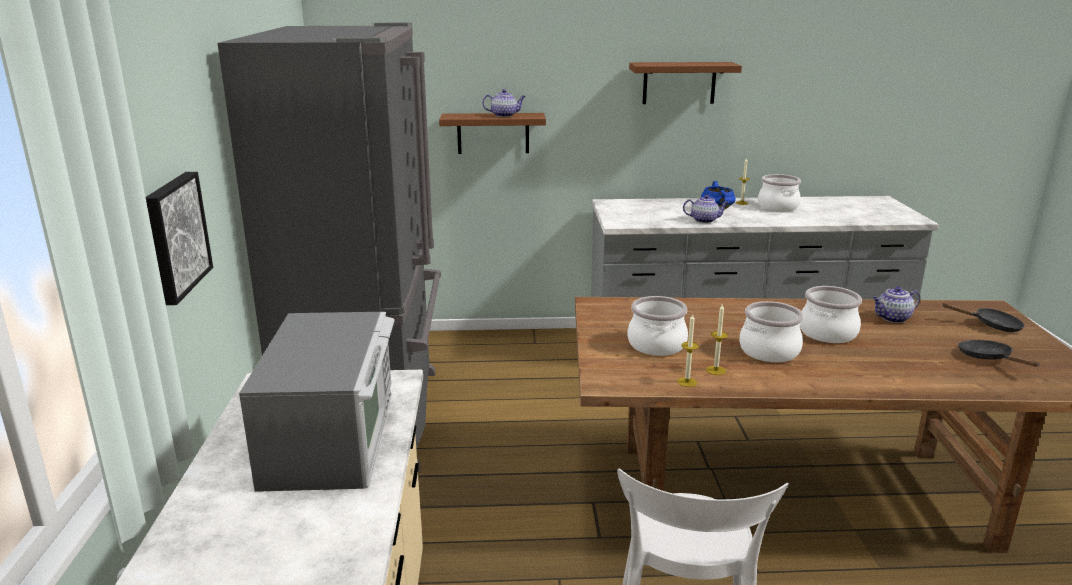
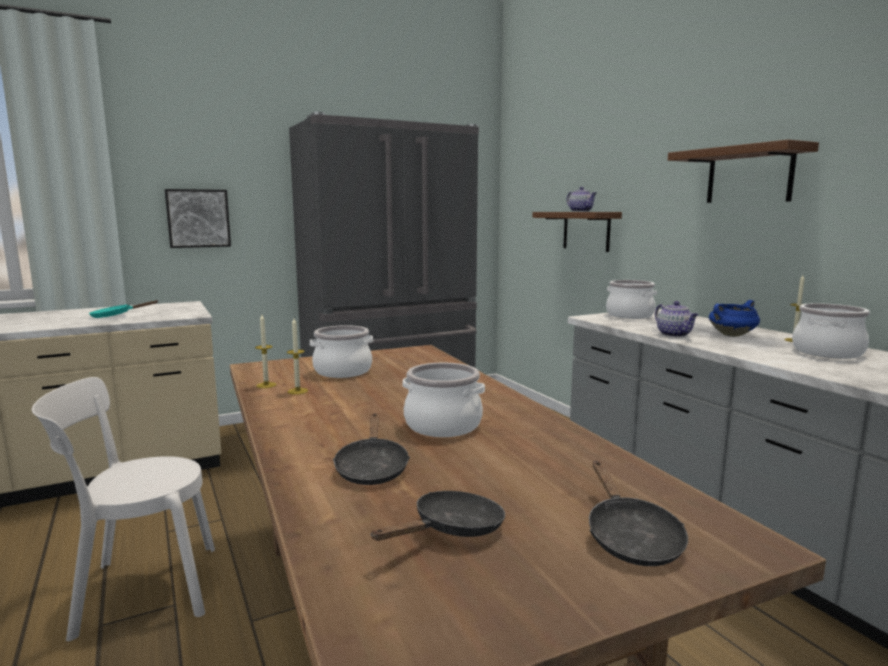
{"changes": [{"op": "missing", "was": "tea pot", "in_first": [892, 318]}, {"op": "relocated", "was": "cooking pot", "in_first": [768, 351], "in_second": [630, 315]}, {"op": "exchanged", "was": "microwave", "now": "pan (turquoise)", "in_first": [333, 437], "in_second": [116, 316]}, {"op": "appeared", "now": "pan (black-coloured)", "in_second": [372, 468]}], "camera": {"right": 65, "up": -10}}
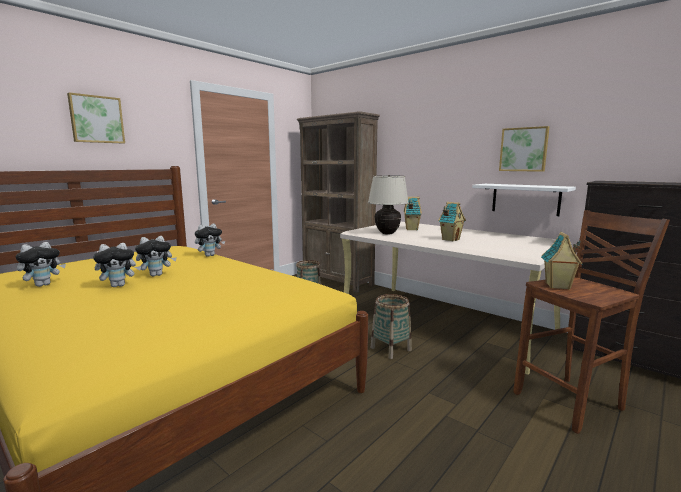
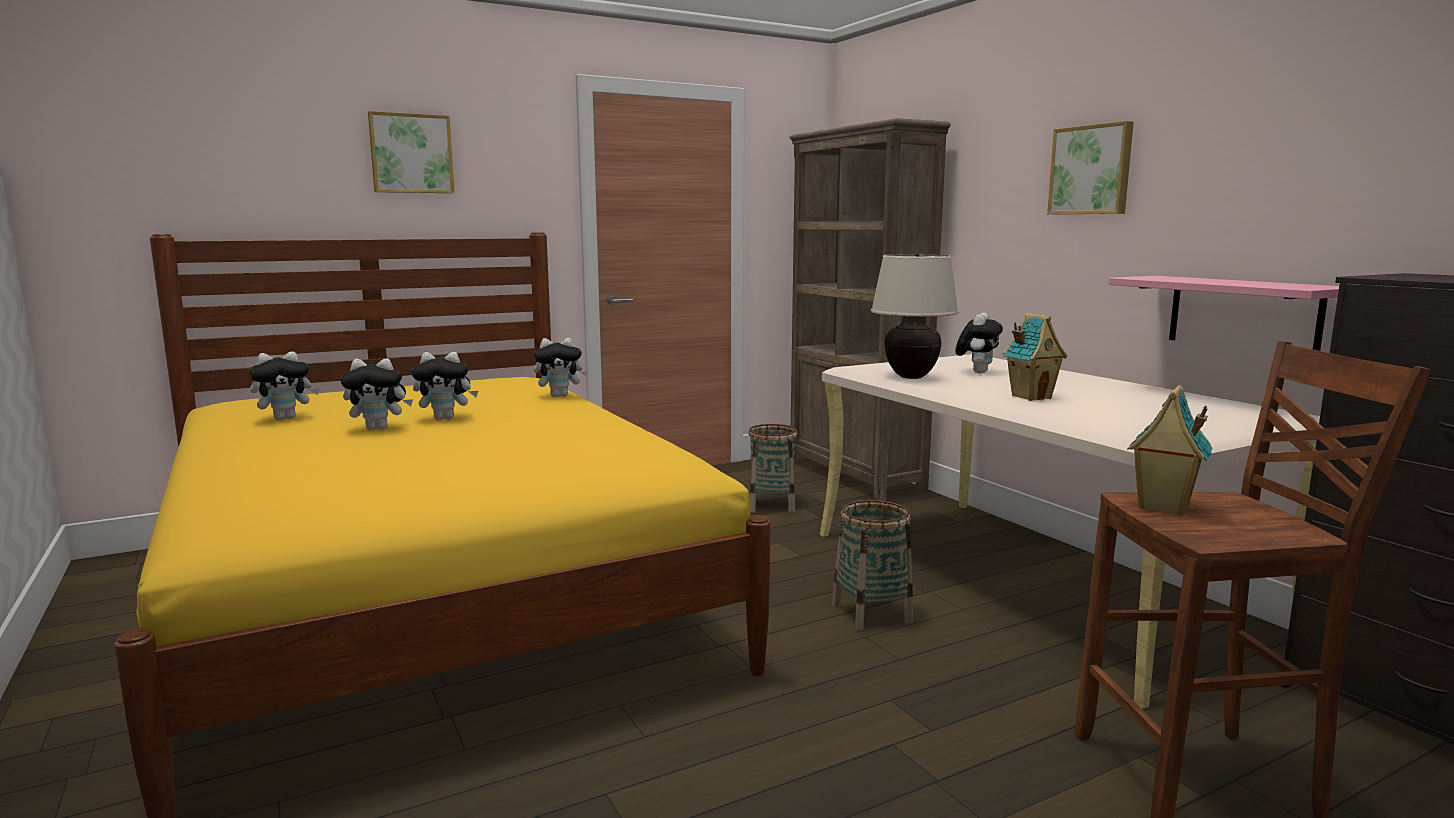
{"changes": [{"op": "relocated", "was": "wall art", "in_first": [523, 149], "in_second": [1091, 170]}, {"op": "colour", "was": "shelf (white-coloured)", "now": "shelf (pinkish)", "in_first": [525, 199], "in_second": [1243, 314]}, {"op": "exchanged", "was": "toy house", "now": "plush toy", "in_first": [411, 229], "in_second": [977, 372]}], "camera": {"right": 20, "up": 0}}
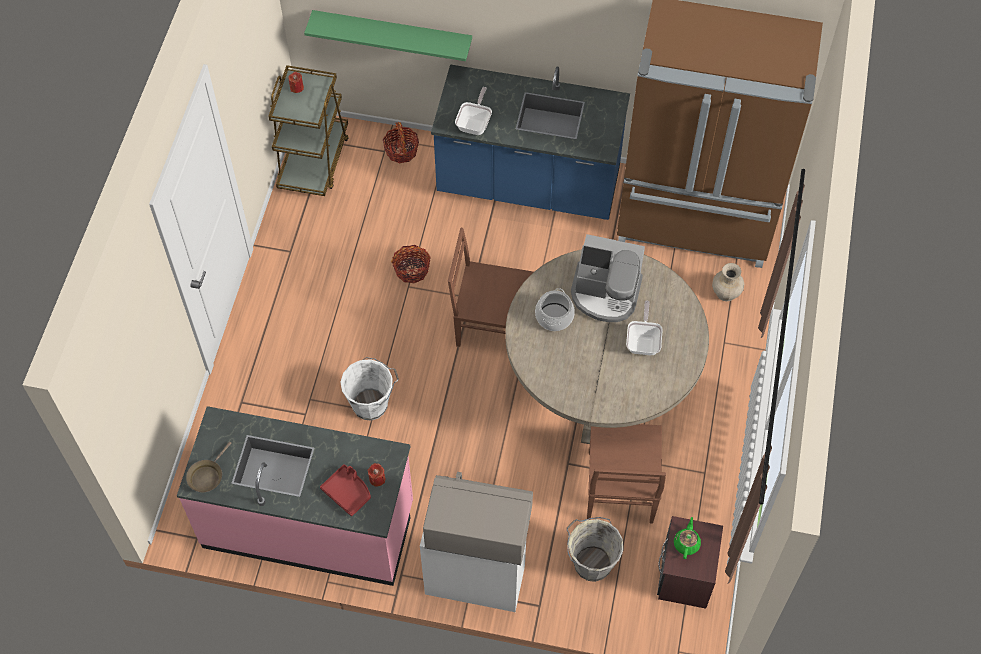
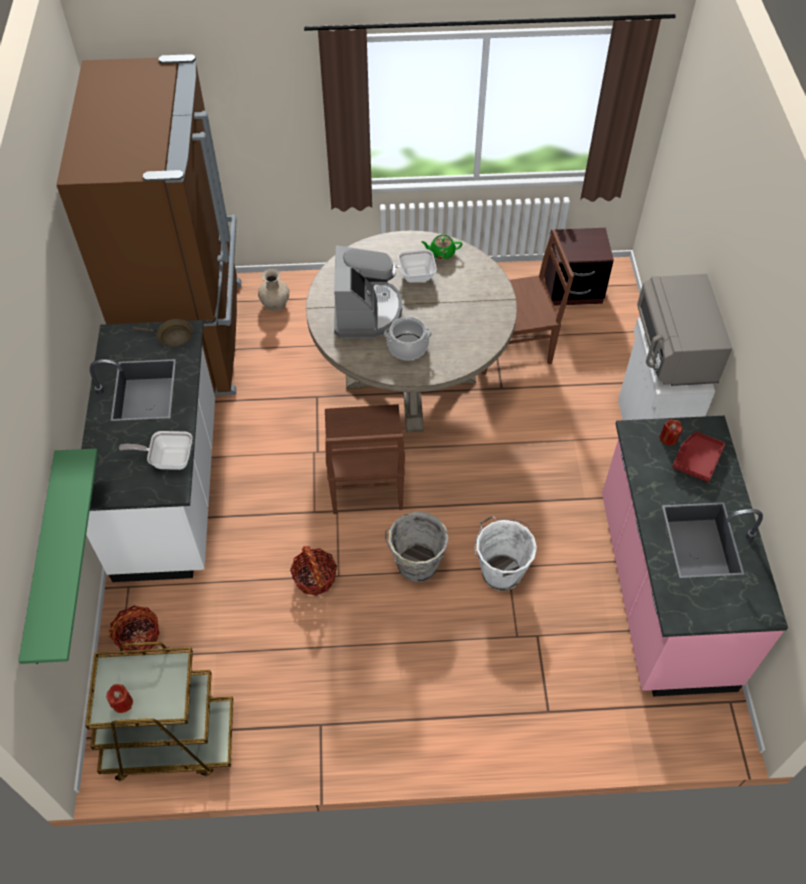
{"changes": [{"op": "colour", "was": "kitchen base unit (blue-coloured)", "now": "kitchen base unit (white-coloured)", "in_first": [528, 184], "in_second": [170, 489]}, {"op": "relocated", "was": "pan (brown-coloured)", "in_first": [207, 476], "in_second": [172, 337]}, {"op": "relocated", "was": "bucket (grey)", "in_first": [591, 562], "in_second": [416, 566]}, {"op": "relocated", "was": "tea pot (greenish)", "in_first": [686, 543], "in_second": [441, 253]}], "camera": {"right": -105, "up": -5}}
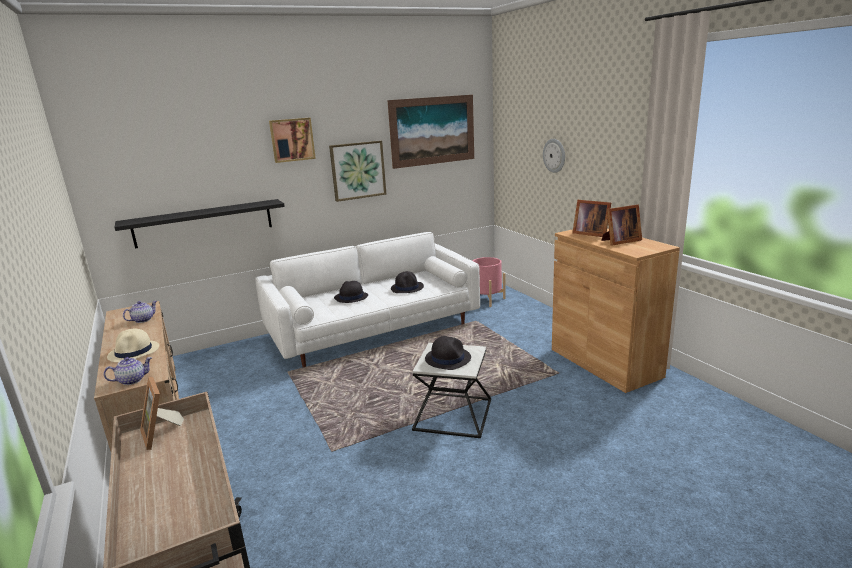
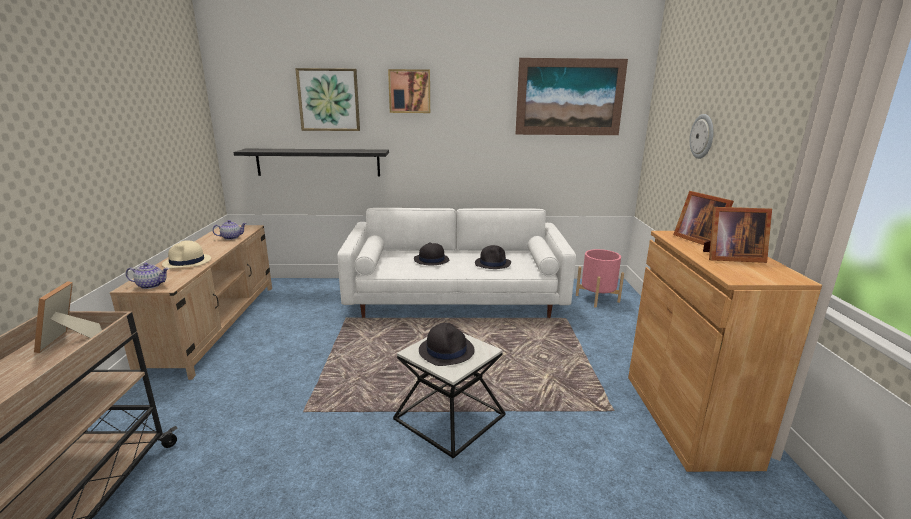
{"changes": [{"op": "relocated", "was": "wall art", "in_first": [358, 170], "in_second": [329, 100]}], "camera": {"right": 25, "up": 0}}
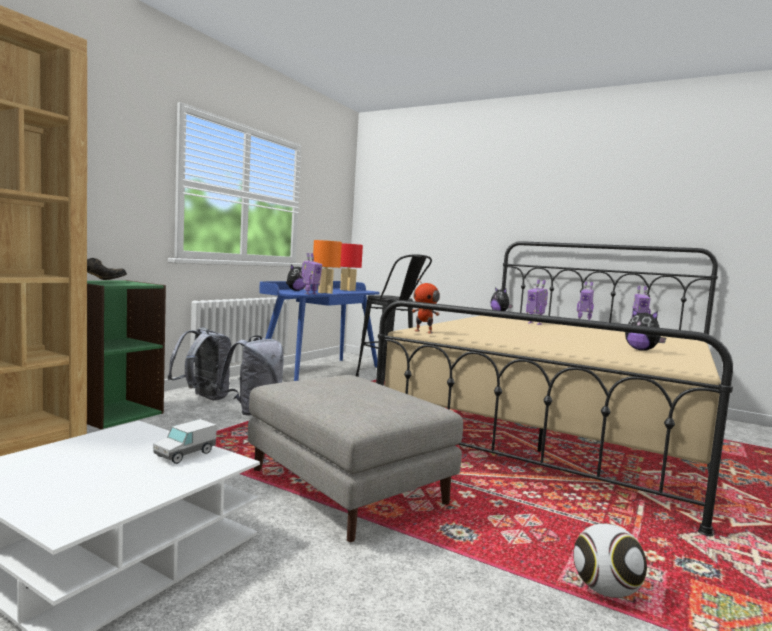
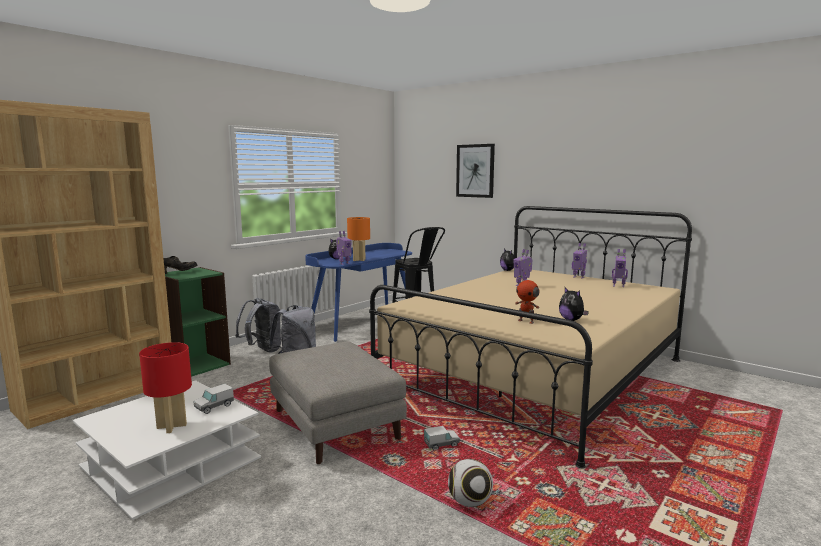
{"changes": [{"op": "relocated", "was": "tabletop lamp (reddish)", "in_first": [348, 290], "in_second": [172, 426]}, {"op": "relocated", "was": "toy robot", "in_first": [424, 332], "in_second": [526, 321]}, {"op": "appeared", "now": "wall art", "in_second": [475, 171]}, {"op": "appeared", "now": "toy truck", "in_second": [441, 445]}], "camera": {"right": 10, "up": 5}}
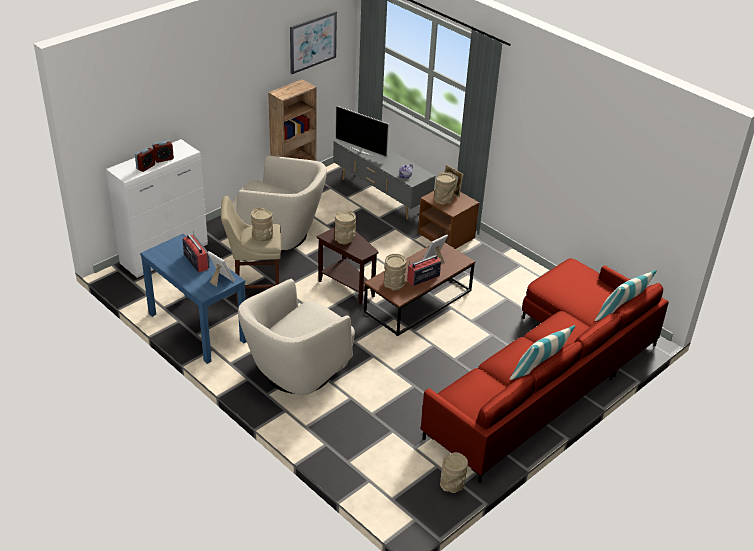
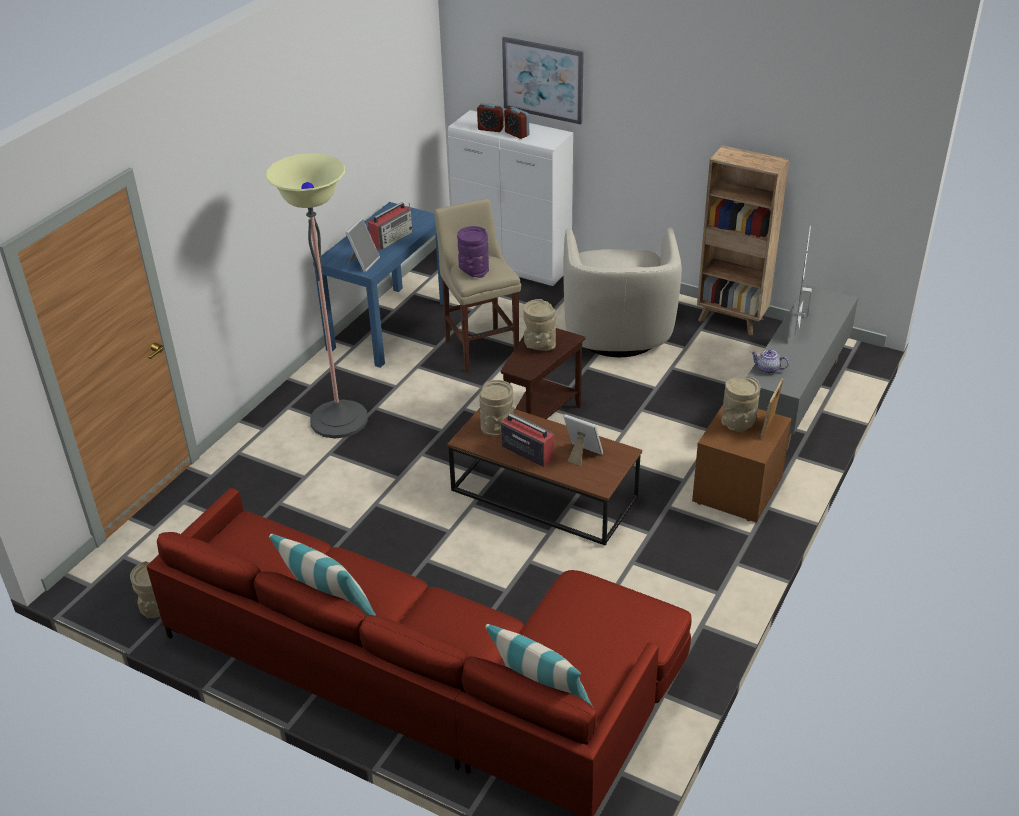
{"changes": [{"op": "relocated", "was": "wall art", "in_first": [313, 42], "in_second": [543, 80]}, {"op": "colour", "was": "decorative vase (sand-coloured)", "now": "decorative vase (purple-coloured)", "in_first": [262, 238], "in_second": [473, 271]}, {"op": "exchanged", "was": "armchair (sand-coloured)", "now": "floor lamp", "in_first": [297, 371], "in_second": [339, 420]}], "camera": {"right": 75, "up": 0}}
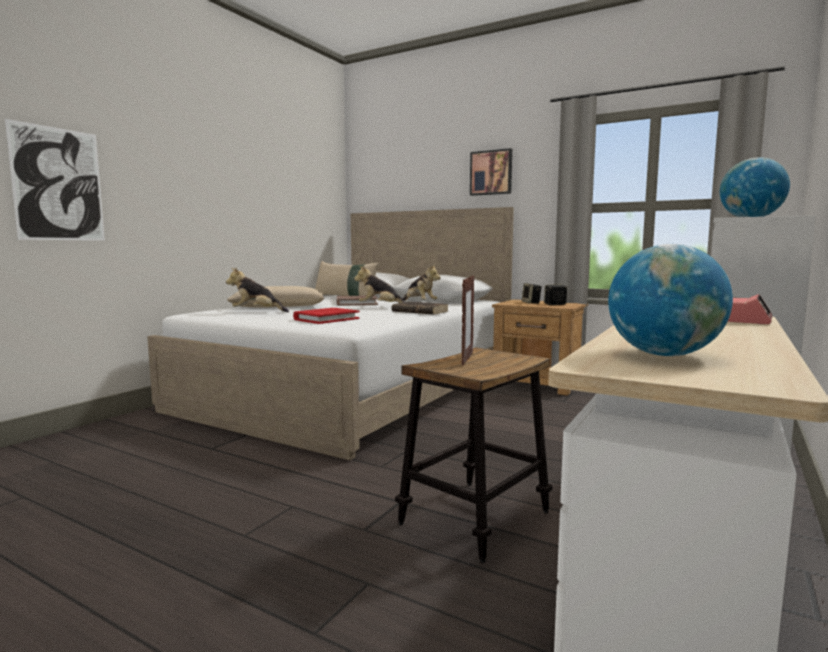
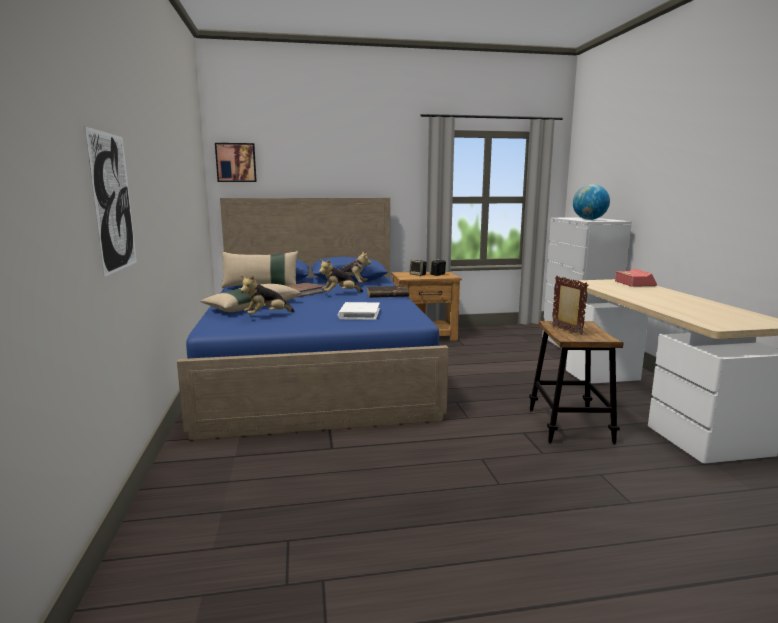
{"changes": [{"op": "relocated", "was": "wall art", "in_first": [491, 172], "in_second": [236, 162]}, {"op": "colour", "was": "sleeping bed (white-coloured)", "now": "sleeping bed (blue-coloured)", "in_first": [355, 389], "in_second": [316, 370]}, {"op": "missing", "was": "globe", "in_first": [663, 355]}, {"op": "colour", "was": "volume (reddish)", "now": "volume (white-coloured)", "in_first": [326, 319], "in_second": [359, 314]}], "camera": {"right": -40, "up": 5}}
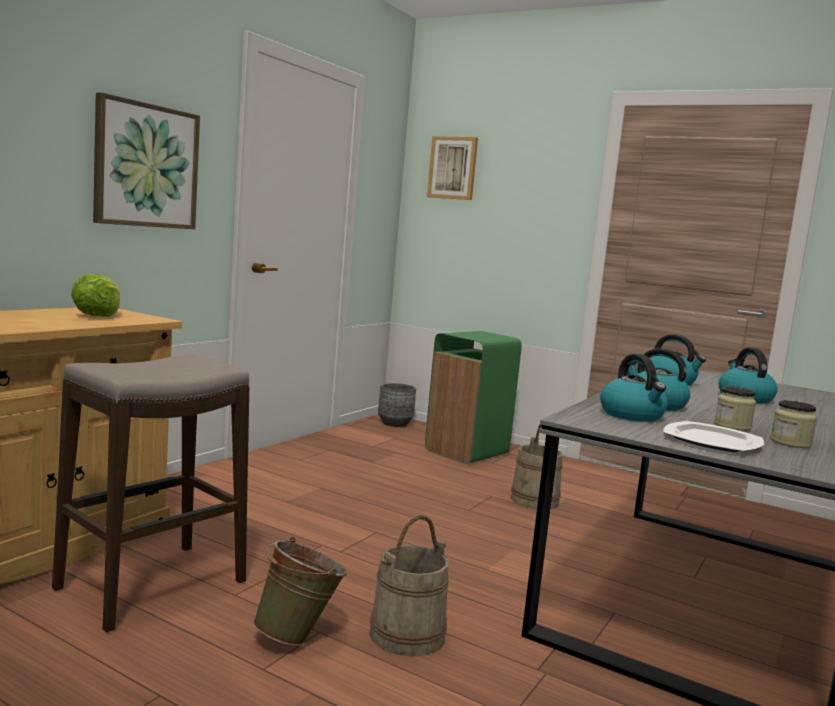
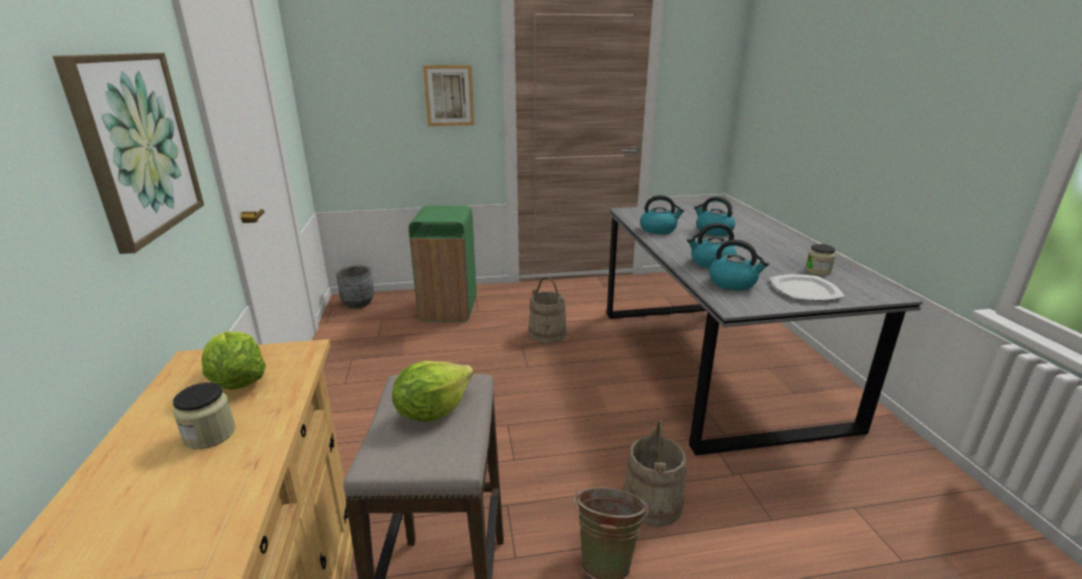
{"changes": [{"op": "relocated", "was": "wall art", "in_first": [453, 168], "in_second": [449, 95]}, {"op": "relocated", "was": "jar", "in_first": [732, 426], "in_second": [210, 434]}, {"op": "appeared", "now": "head of lettuce", "in_second": [432, 410]}], "camera": {"right": -40, "up": 15}}
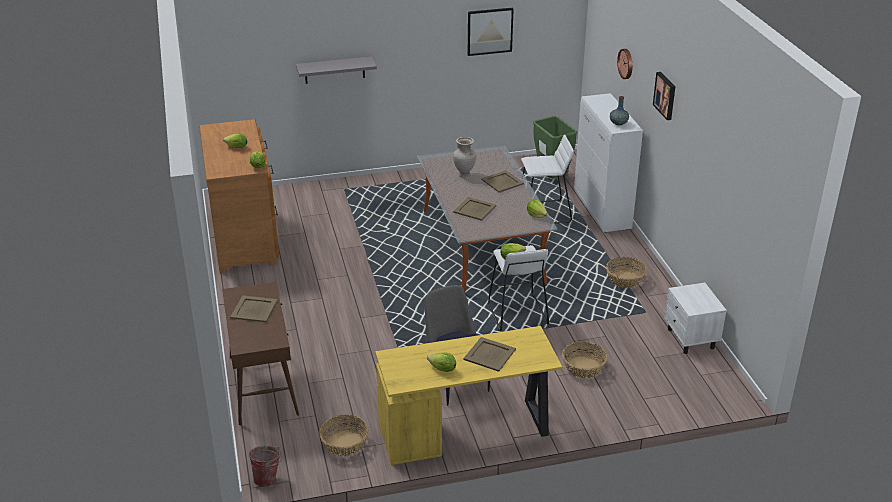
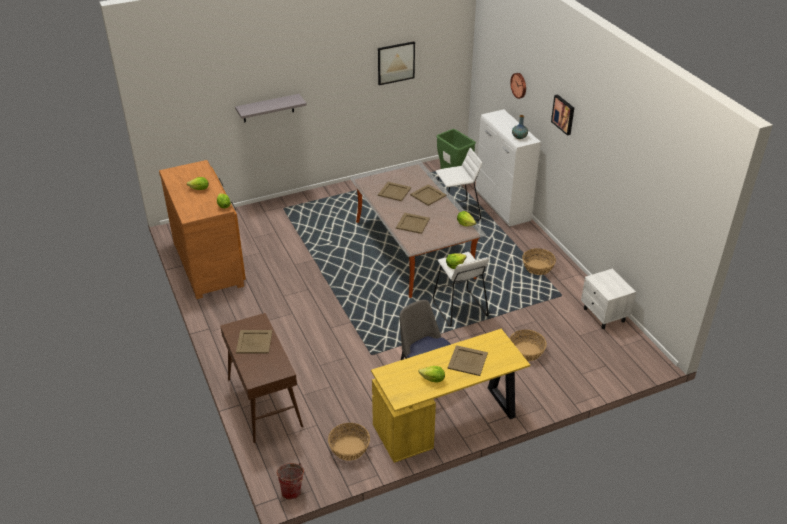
{"changes": [{"op": "exchanged", "was": "decorative vase (sand-coloured)", "now": "tray (sand-coloured)", "in_first": [464, 174], "in_second": [394, 191]}], "camera": {"right": -10, "up": 5}}
